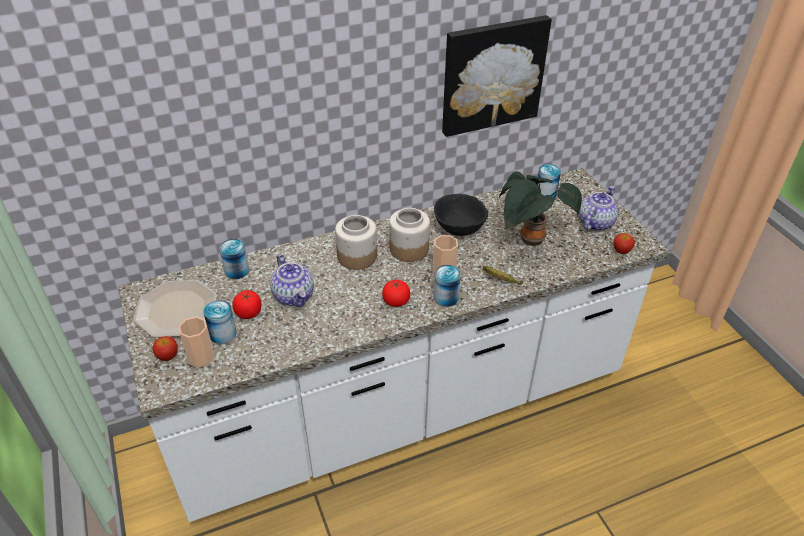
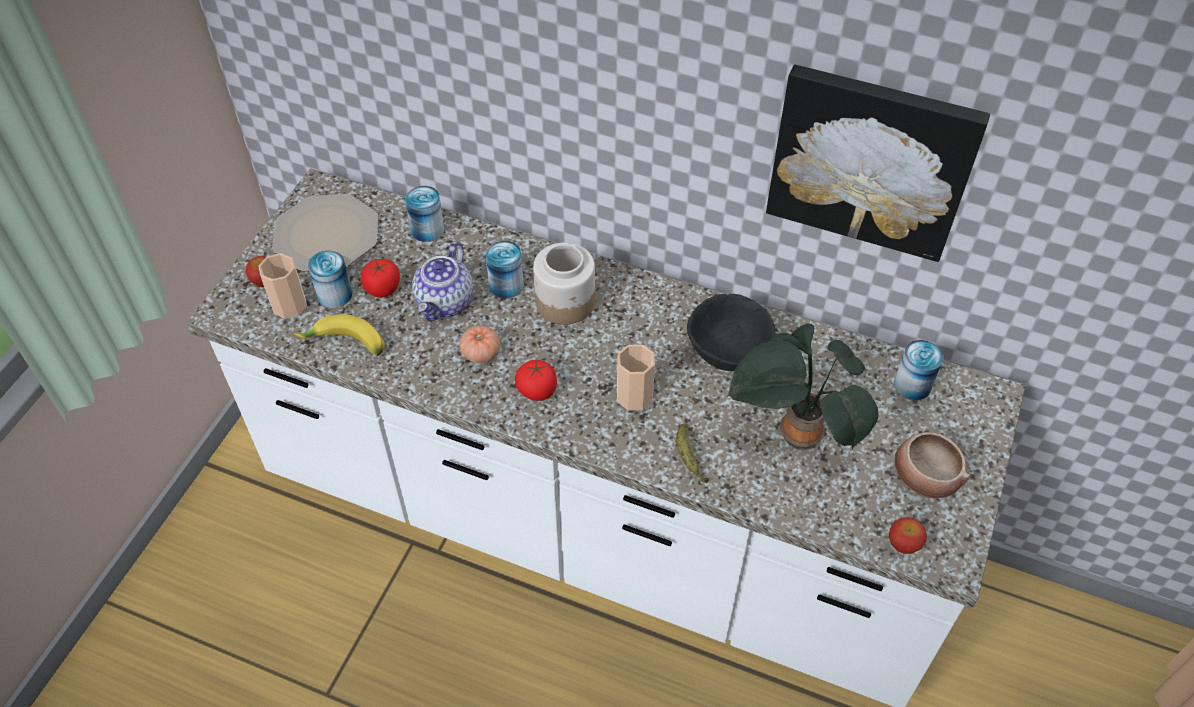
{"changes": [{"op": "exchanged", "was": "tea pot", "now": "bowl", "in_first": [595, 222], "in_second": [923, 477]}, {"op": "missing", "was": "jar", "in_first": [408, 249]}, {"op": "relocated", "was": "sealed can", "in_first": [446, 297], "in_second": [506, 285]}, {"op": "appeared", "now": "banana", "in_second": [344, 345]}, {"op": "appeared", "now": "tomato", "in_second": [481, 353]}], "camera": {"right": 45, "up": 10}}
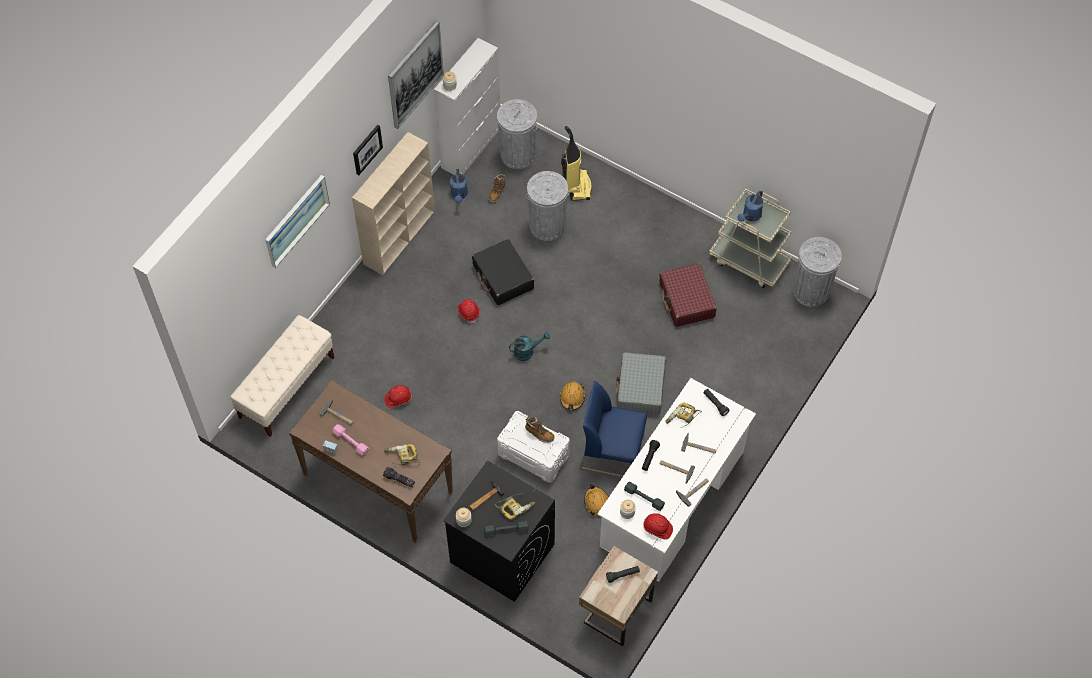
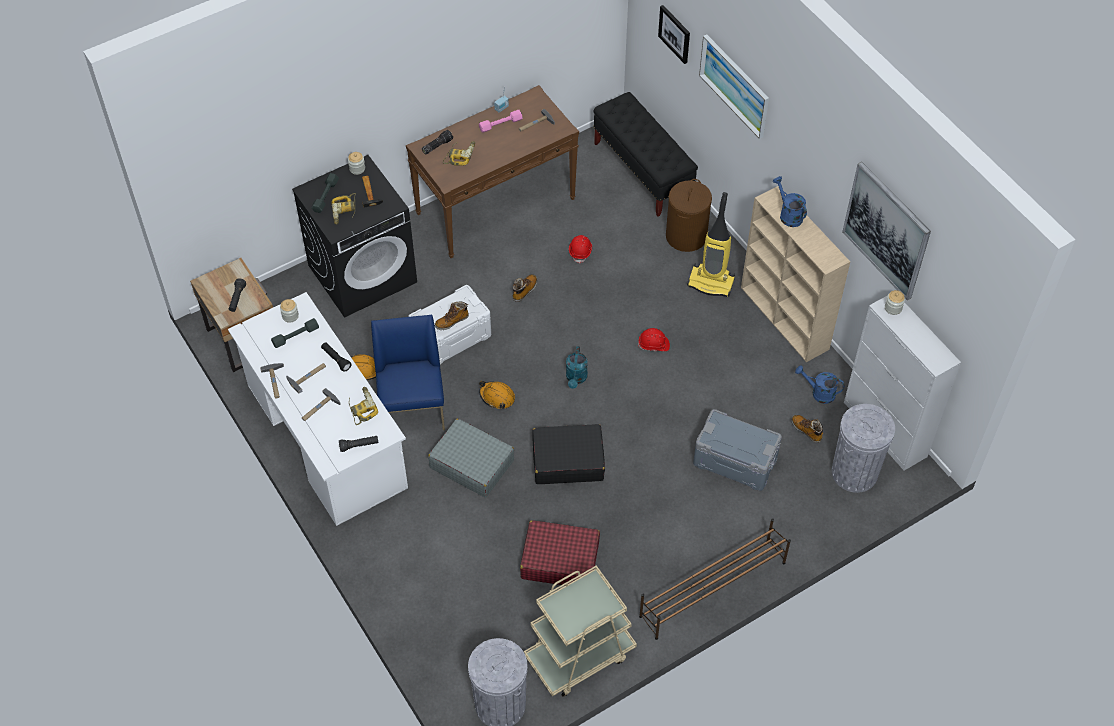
{"changes": [{"op": "relocated", "was": "wall art", "in_first": [366, 149], "in_second": [675, 33]}, {"op": "relocated", "was": "vacuum cleaner", "in_first": [577, 186], "in_second": [711, 282]}, {"op": "exchanged", "was": "rubbish bin (grey)", "now": "storage box (grey)", "in_first": [547, 226], "in_second": [734, 462]}, {"op": "relocated", "was": "watering pot (blue-coloured)", "in_first": [750, 216], "in_second": [788, 214]}, {"op": "relocated", "was": "piece of luggage (black-coloured)", "in_first": [503, 277], "in_second": [567, 460]}, {"op": "colour", "was": "bench (sand-coloured)", "now": "bench (black-coloured)", "in_first": [287, 387], "in_second": [643, 171]}, {"op": "spun", "was": "plain chair (blue-coloured)", "in_first": [612, 451], "in_second": [413, 407], "clockwise": -45}, {"op": "missing", "was": "hard hat (reddish)", "in_first": [657, 528]}, {"op": "appeared", "now": "hamper (brown-coloured)", "in_second": [686, 236]}, {"op": "appeared", "now": "high-top boot", "in_second": [524, 290]}, {"op": "appeared", "now": "shoe shelf (brown-coloured)", "in_second": [712, 589]}], "camera": {"right": 115, "up": -5}}
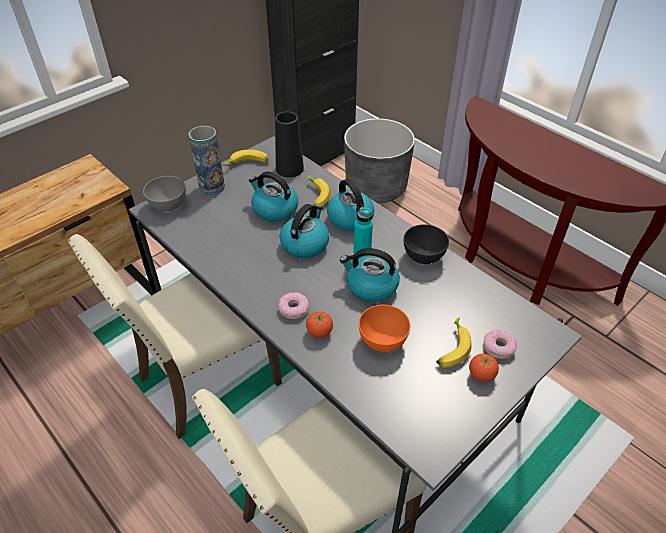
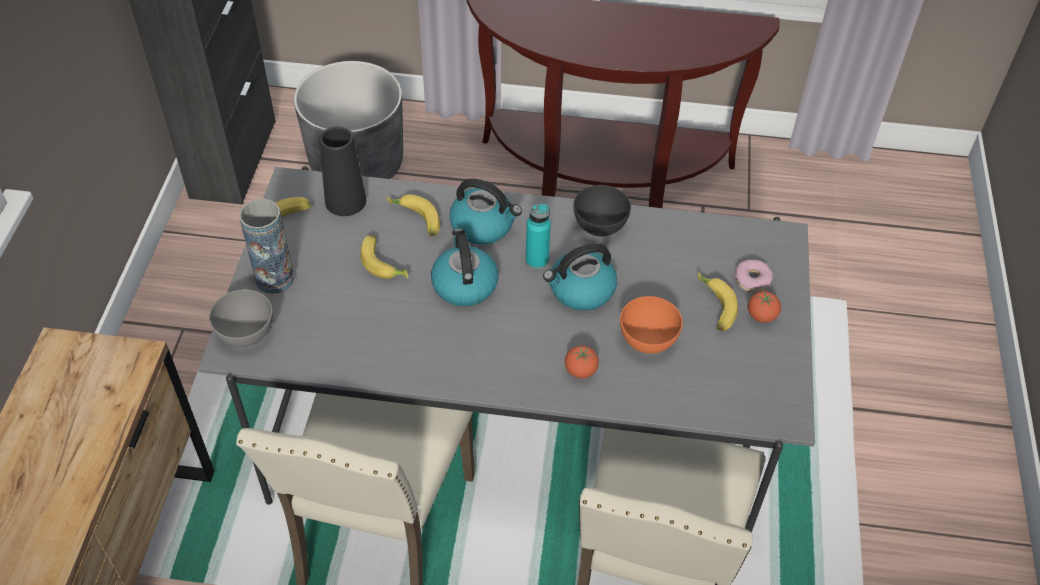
{"changes": [{"op": "exchanged", "was": "kettle", "now": "banana", "in_first": [274, 209], "in_second": [384, 263]}, {"op": "missing", "was": "doughnut", "in_first": [294, 309]}], "camera": {"right": -40, "up": 5}}
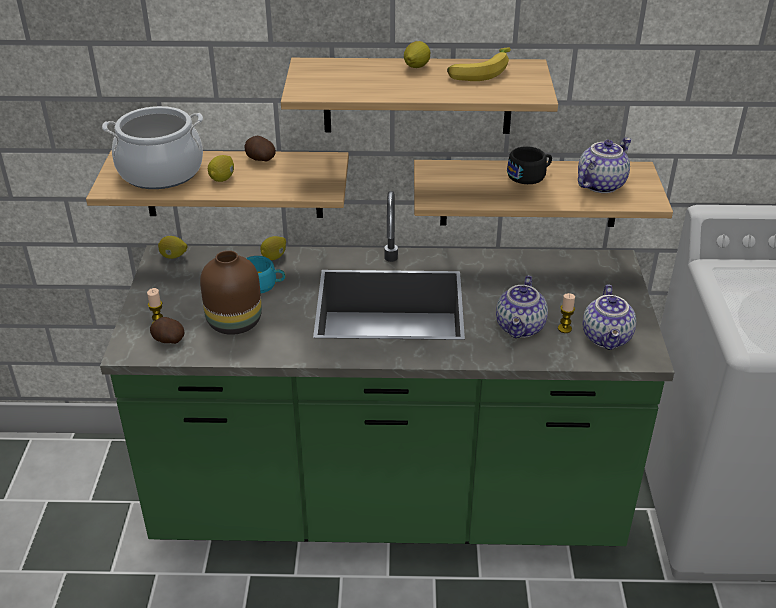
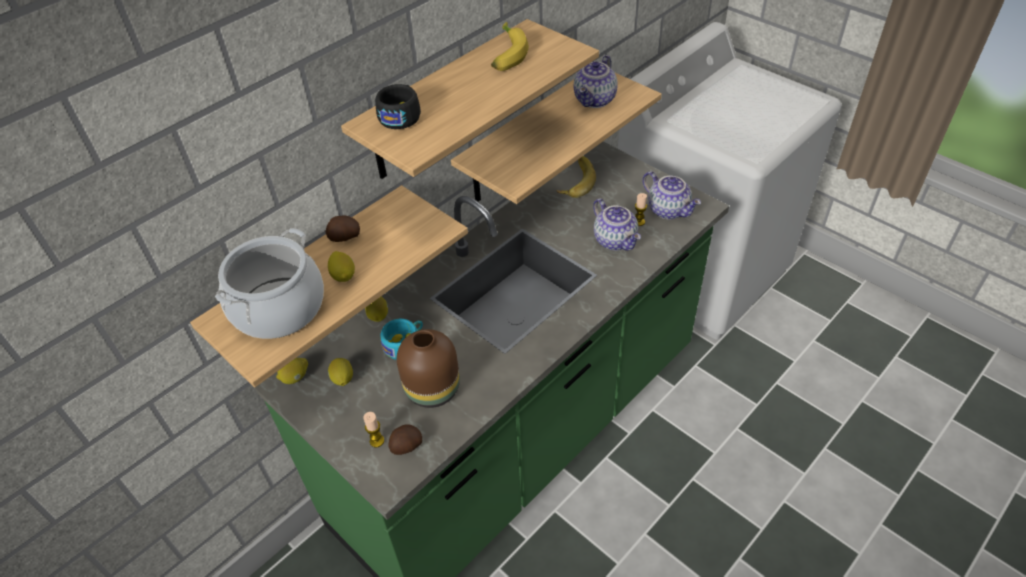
{"changes": [{"op": "relocated", "was": "citrus fruit", "in_first": [416, 67], "in_second": [342, 379]}, {"op": "spun", "was": "tea pot", "in_first": [600, 184], "in_second": [595, 100], "clockwise": -150}, {"op": "relocated", "was": "cup (black-coloured)", "in_first": [530, 175], "in_second": [401, 115]}, {"op": "appeared", "now": "banana", "in_second": [574, 180]}], "camera": {"right": -45, "up": 10}}
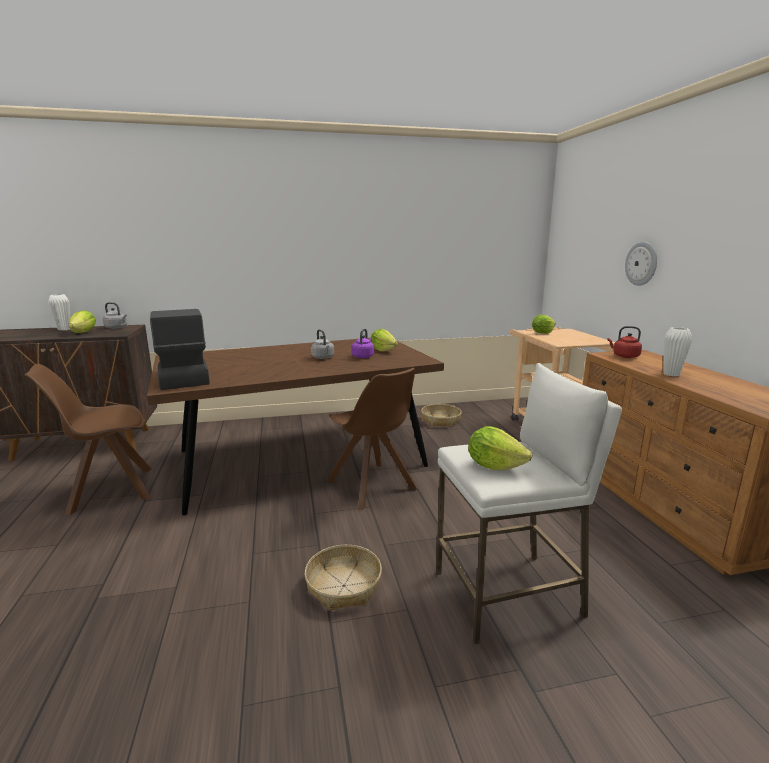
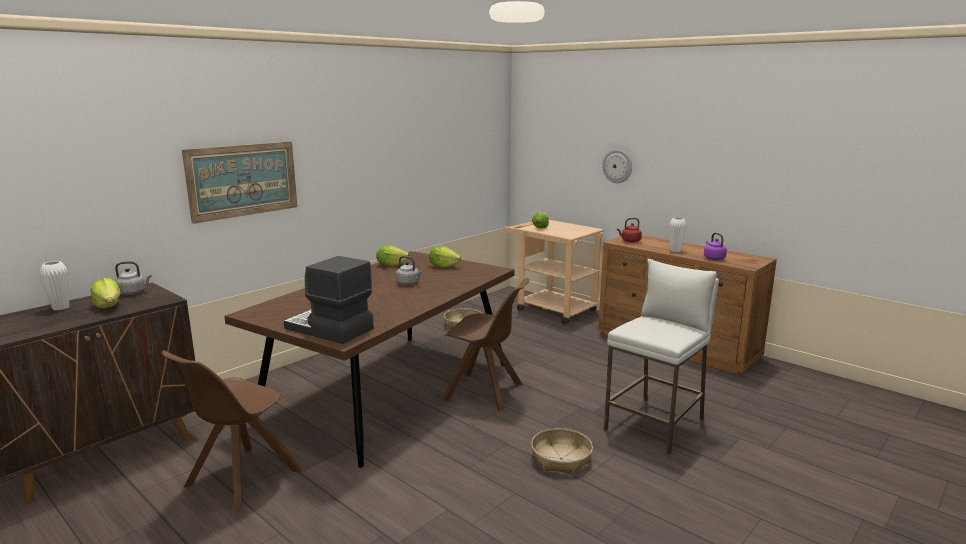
{"changes": [{"op": "relocated", "was": "kettle (purple-coloured)", "in_first": [363, 356], "in_second": [713, 258]}, {"op": "relocated", "was": "head of lettuce", "in_first": [494, 465], "in_second": [391, 265]}, {"op": "appeared", "now": "wall art", "in_second": [243, 180]}], "camera": {"right": -35, "up": 0}}
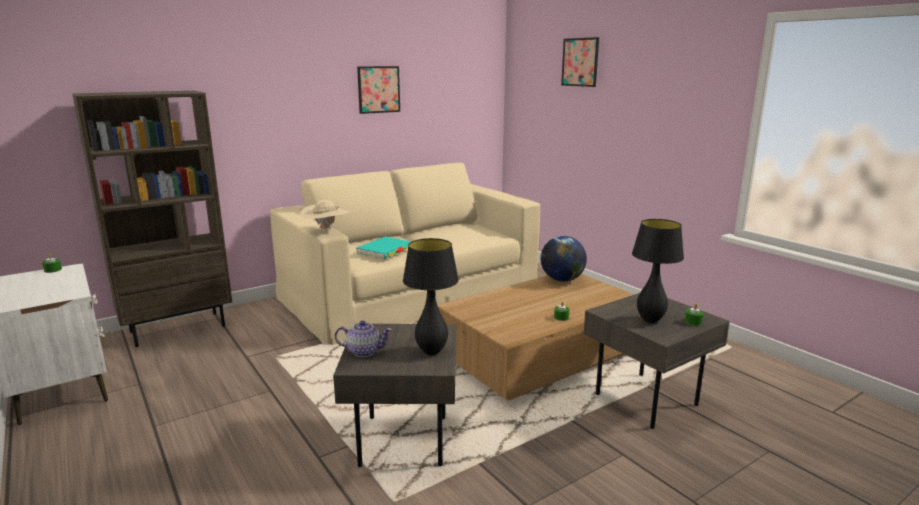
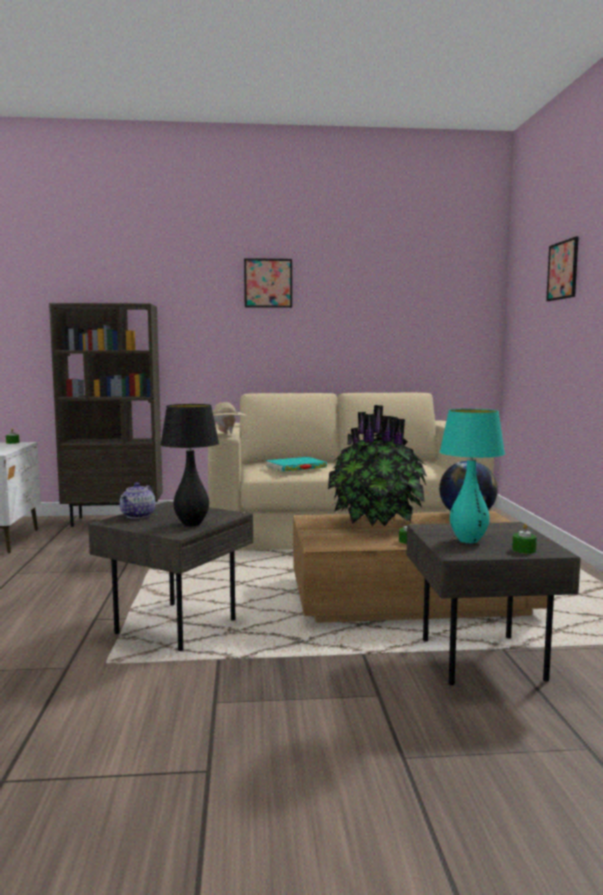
{"changes": [{"op": "relocated", "was": "wall art", "in_first": [378, 89], "in_second": [268, 283]}, {"op": "colour", "was": "tabletop lamp (black-coloured)", "now": "tabletop lamp (turquoise)", "in_first": [650, 320], "in_second": [468, 541]}, {"op": "spun", "was": "tea pot", "in_first": [363, 351], "in_second": [138, 515], "clockwise": 75}, {"op": "appeared", "now": "potted plant", "in_second": [376, 522]}], "camera": {"right": 30, "up": -10}}
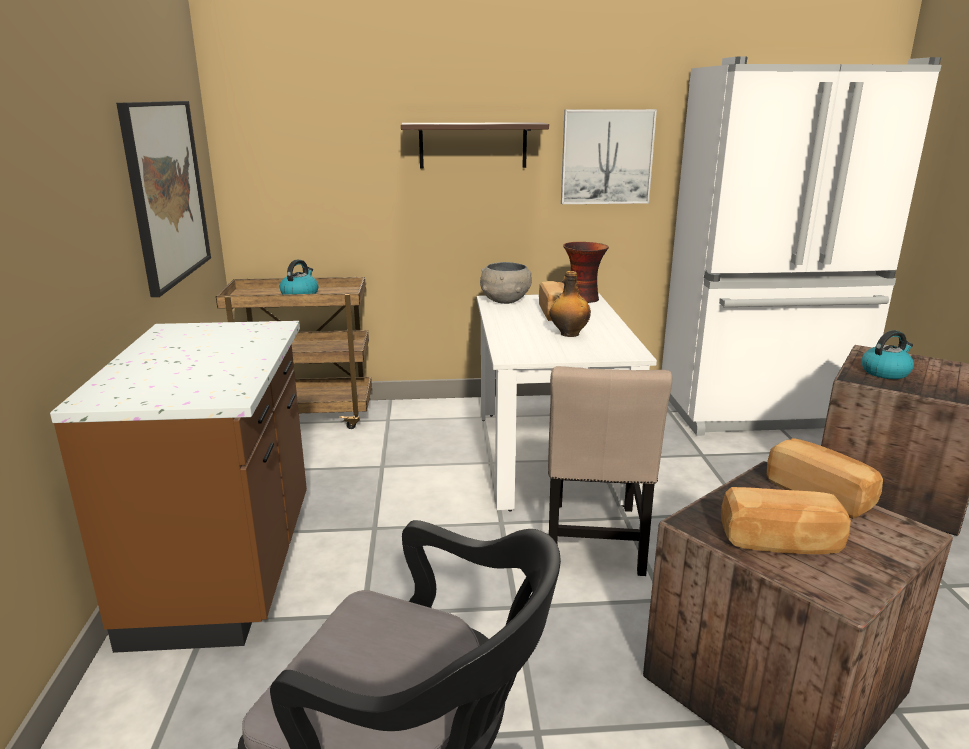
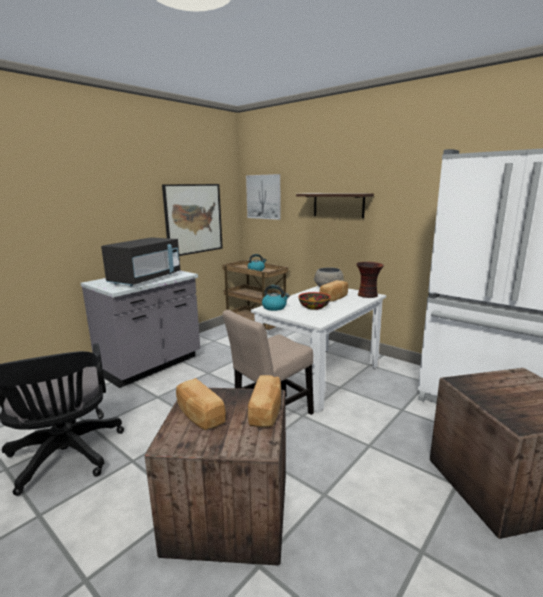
{"changes": [{"op": "relocated", "was": "wall art", "in_first": [606, 157], "in_second": [264, 197]}, {"op": "exchanged", "was": "beverage bottle", "now": "bowl", "in_first": [569, 334], "in_second": [314, 307]}, {"op": "colour", "was": "kitchen base unit (brown-coloured)", "now": "kitchen base unit (grey)", "in_first": [229, 571], "in_second": [151, 366]}, {"op": "relocated", "was": "kettle", "in_first": [885, 372], "in_second": [274, 307]}, {"op": "appeared", "now": "microwave (black-coloured)", "in_second": [146, 279]}], "camera": {"right": 45, "up": -5}}
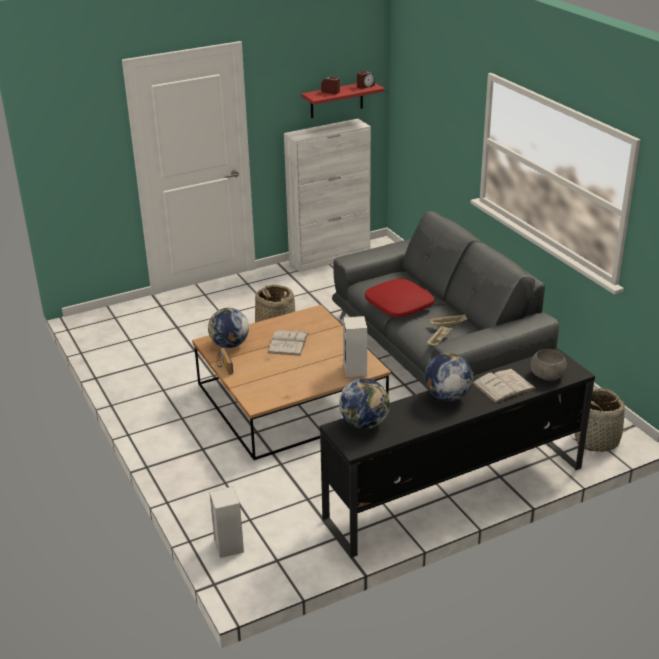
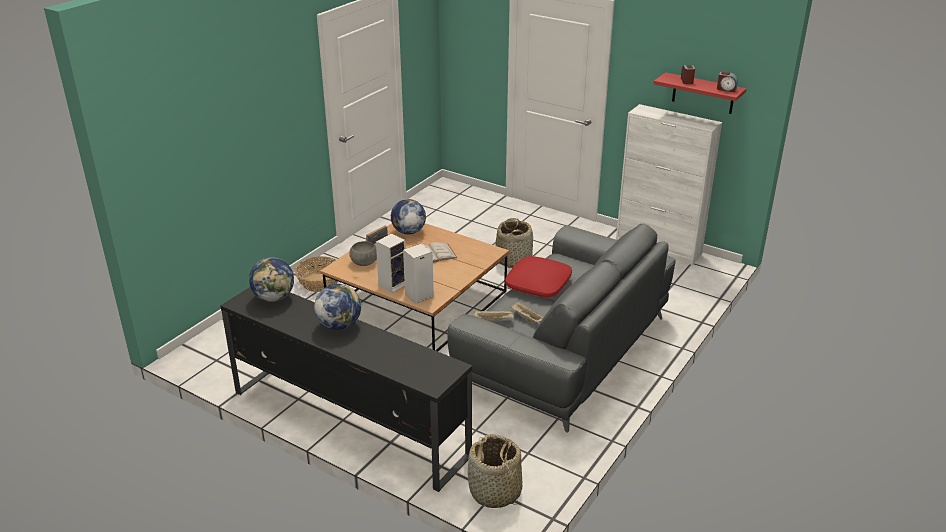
{"changes": [{"op": "relocated", "was": "bowl (grey)", "in_first": [547, 375], "in_second": [364, 262]}, {"op": "missing", "was": "volume (white-coloured)", "in_first": [503, 386]}, {"op": "relocated", "was": "loudspeaker", "in_first": [228, 545], "in_second": [393, 284]}, {"op": "appeared", "now": "basket", "in_second": [319, 282]}], "camera": {"right": 60, "up": 0}}
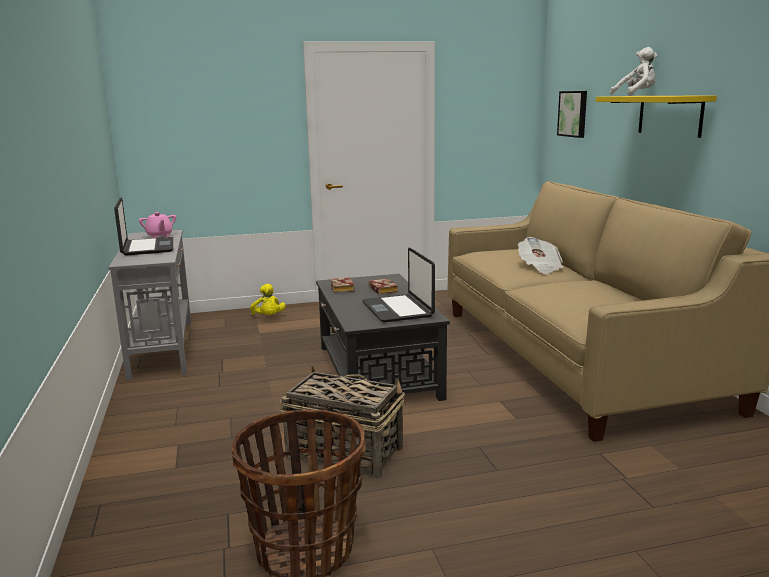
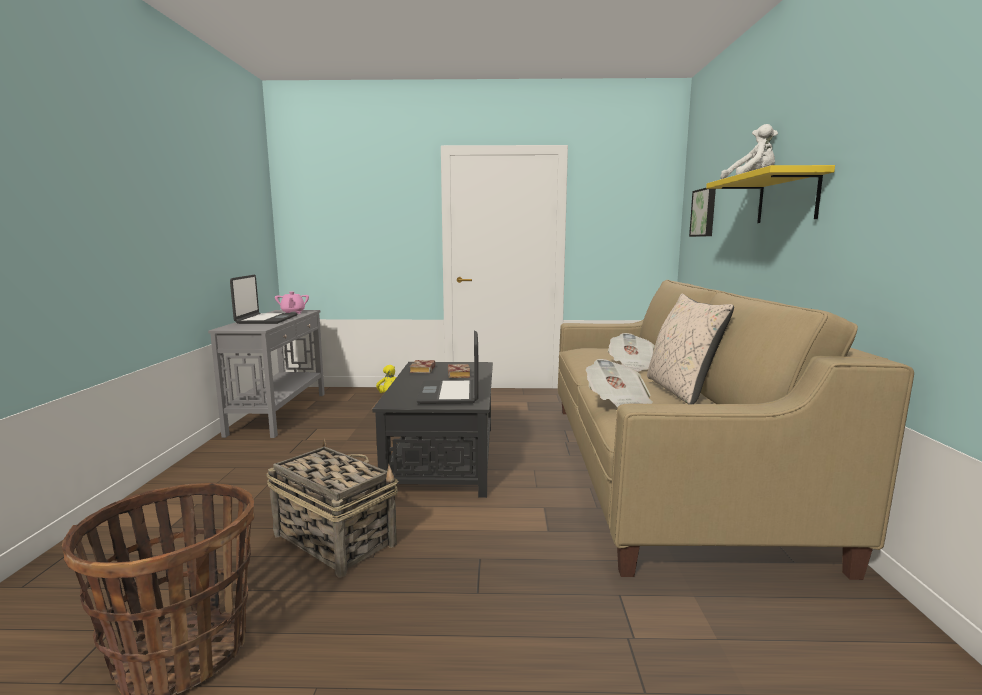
{"changes": [{"op": "appeared", "now": "pillow (sand-coloured)", "in_second": [680, 390]}, {"op": "appeared", "now": "newspaper", "in_second": [617, 403]}], "camera": {"right": 15, "up": -5}}
